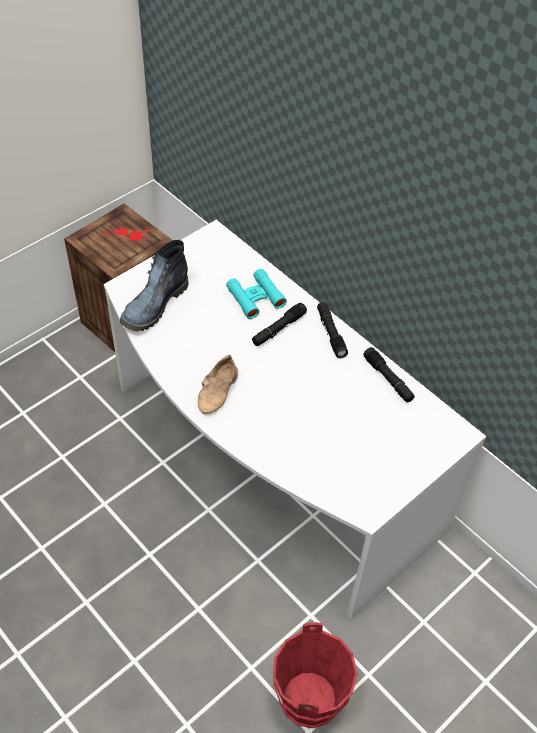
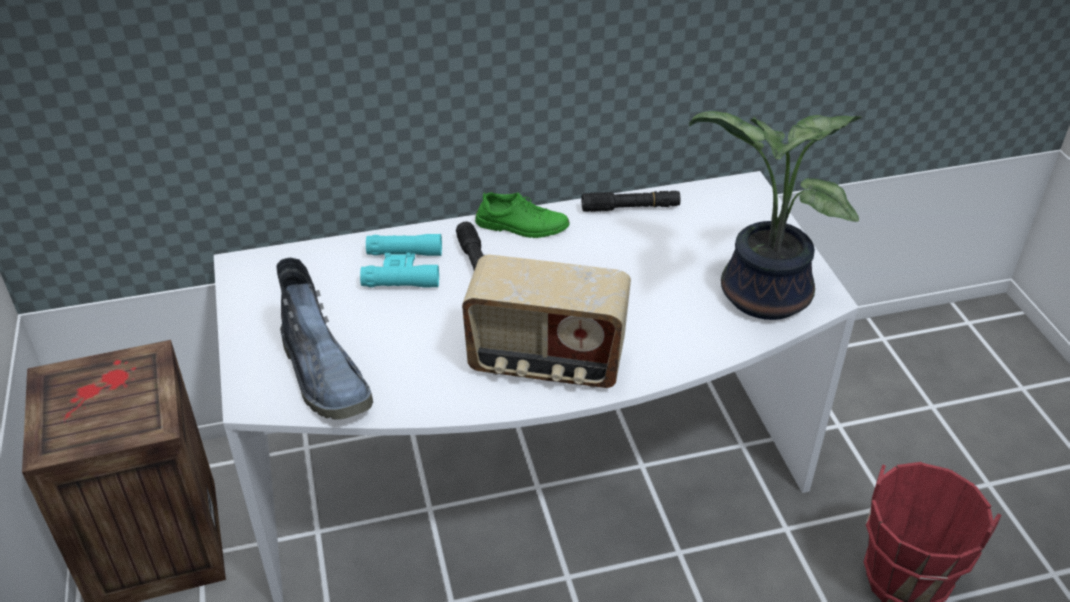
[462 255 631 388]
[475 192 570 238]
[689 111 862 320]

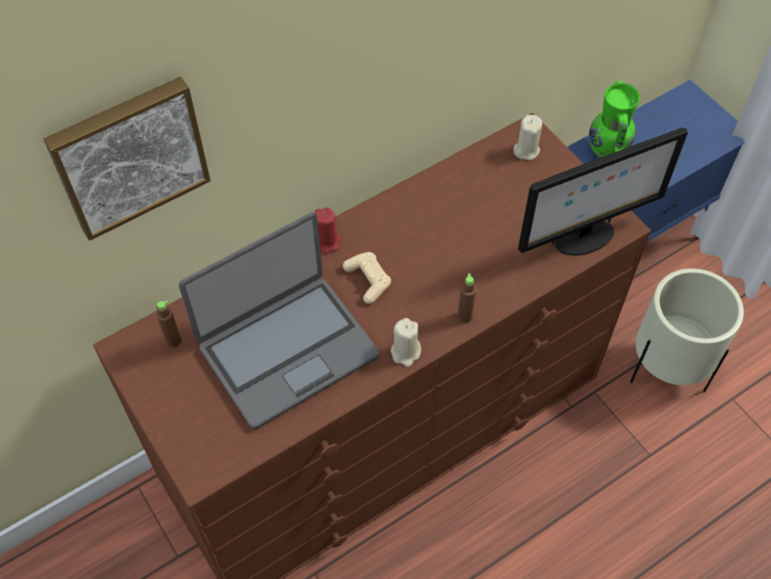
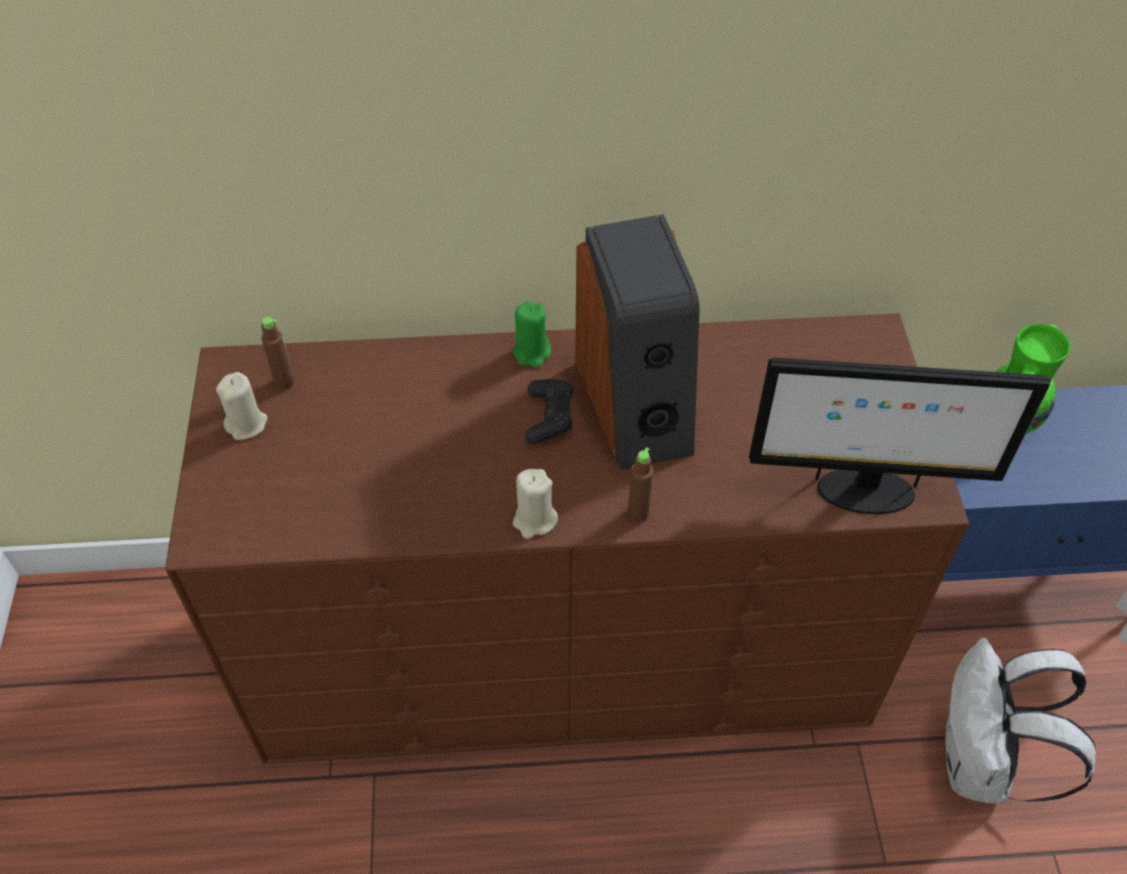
[44 77 211 241] (first image)
[179 212 379 429] (first image)
[513 301 551 368]
[525 379 573 444]
[216 372 268 440]
[946 638 1096 804]
[575 214 700 470]

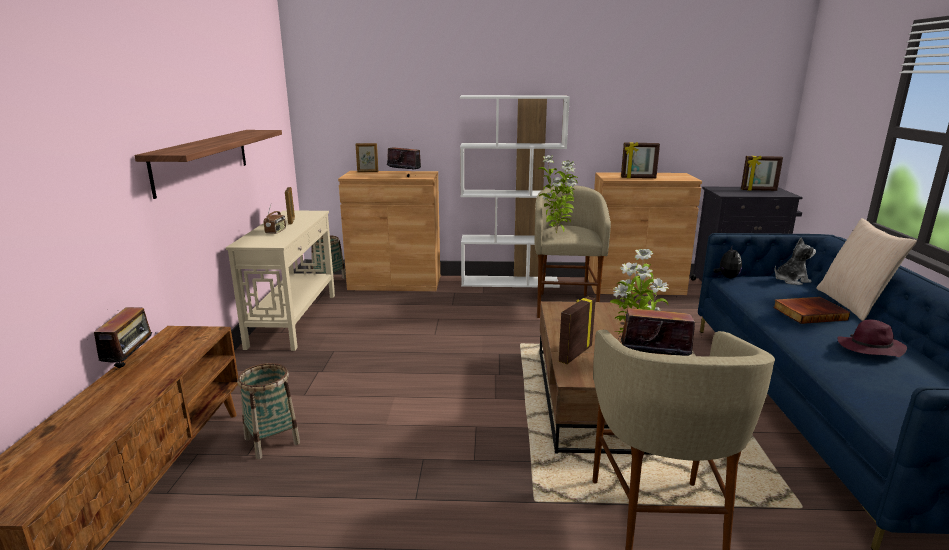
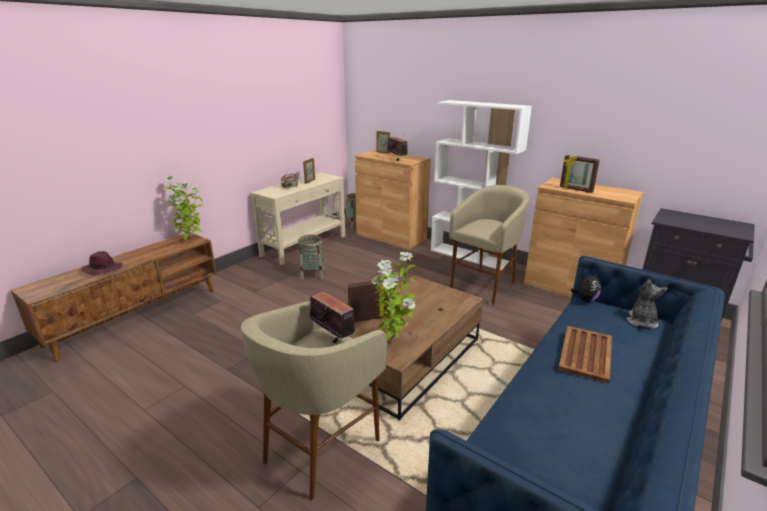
[87 307 152 372] (first image)
[134 130 282 199] (first image)
[298 235 325 279]
[165 175 203 240]
[741 155 783 191] (first image)
[558 326 612 383]
[627 279 667 329]
[816 218 917 321] (first image)
[81 251 123 276]

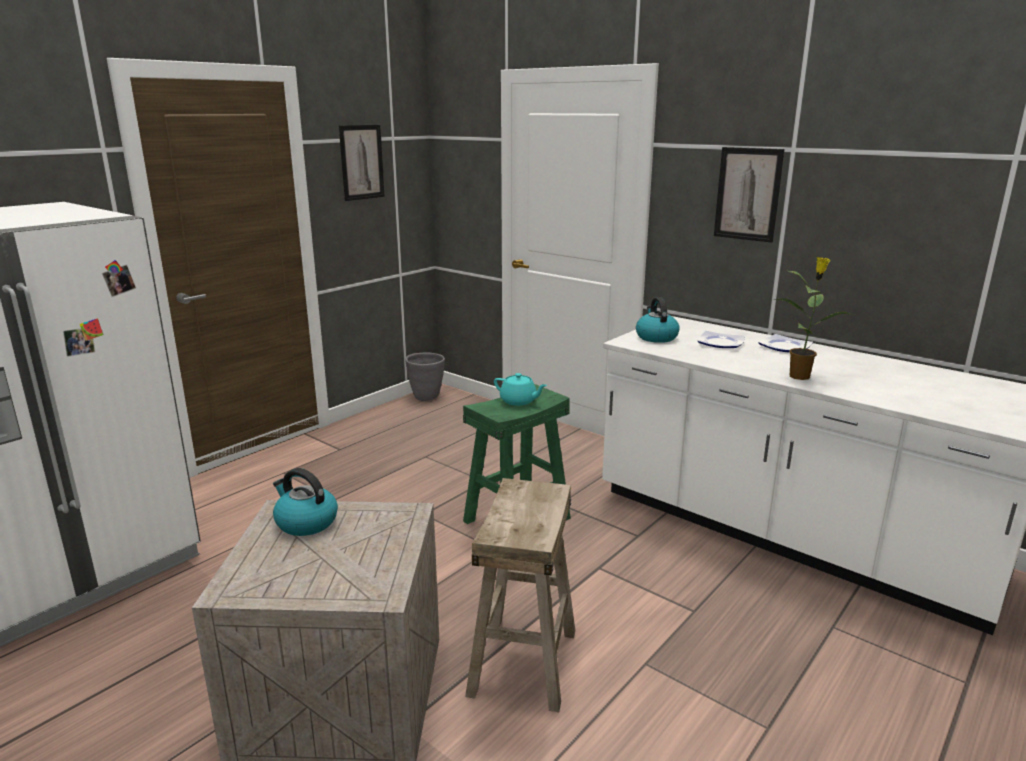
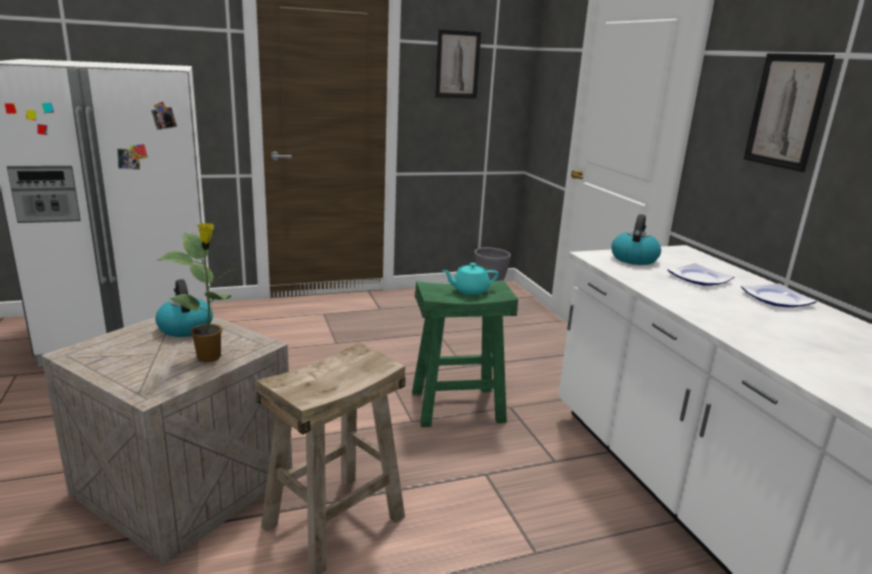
[442 263 498 295]
[158 223 240 362]

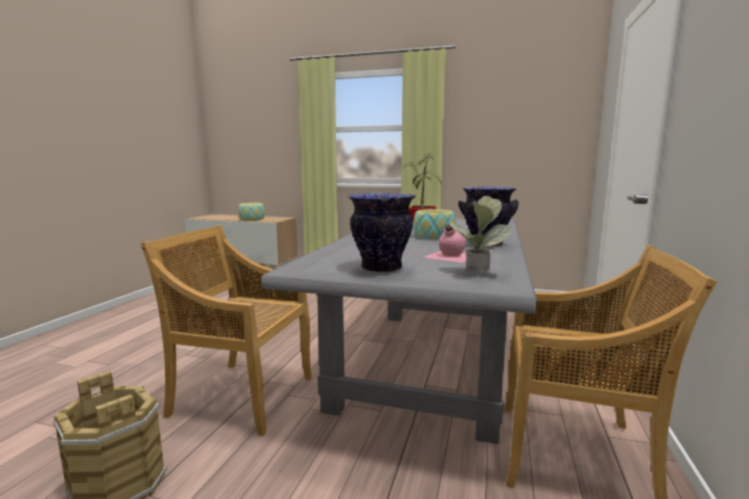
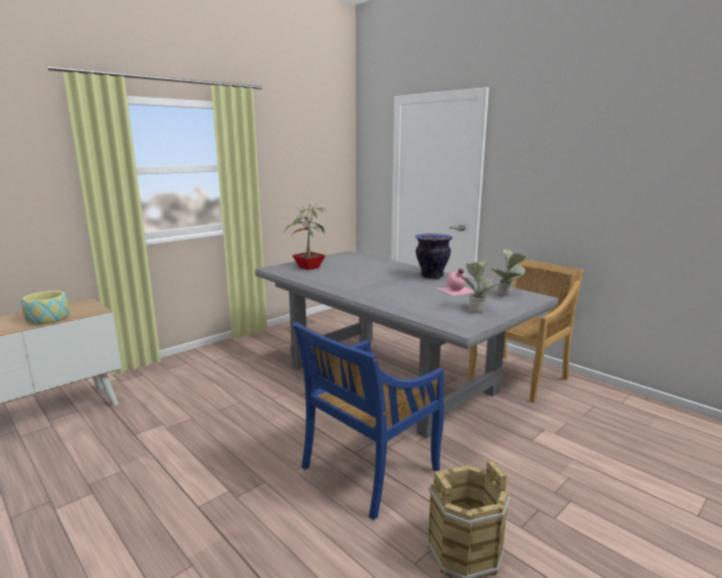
[293 322 444 520]
[461 260 500 313]
[413 209 455 240] (first image)

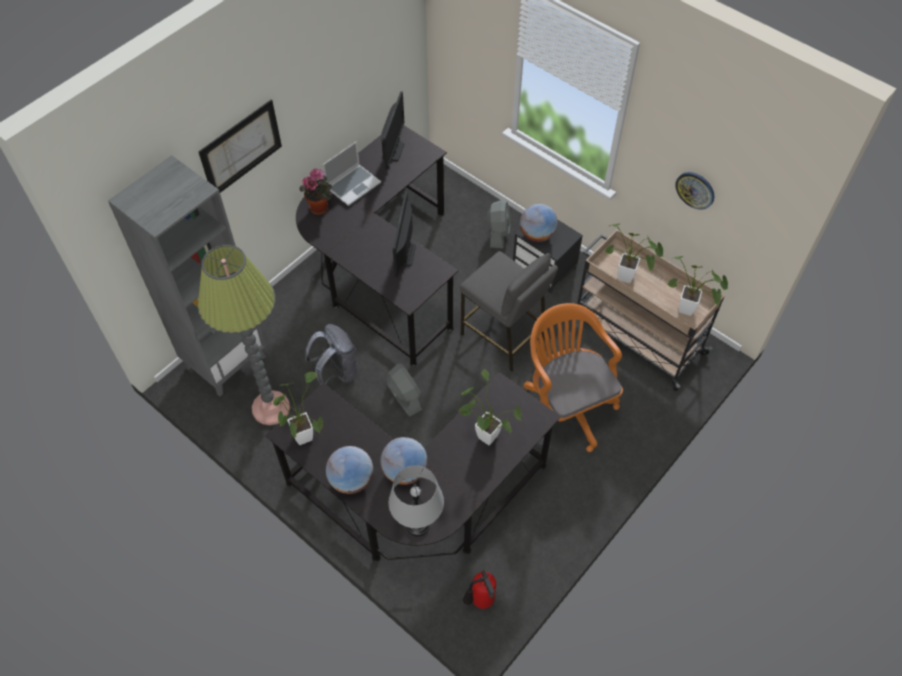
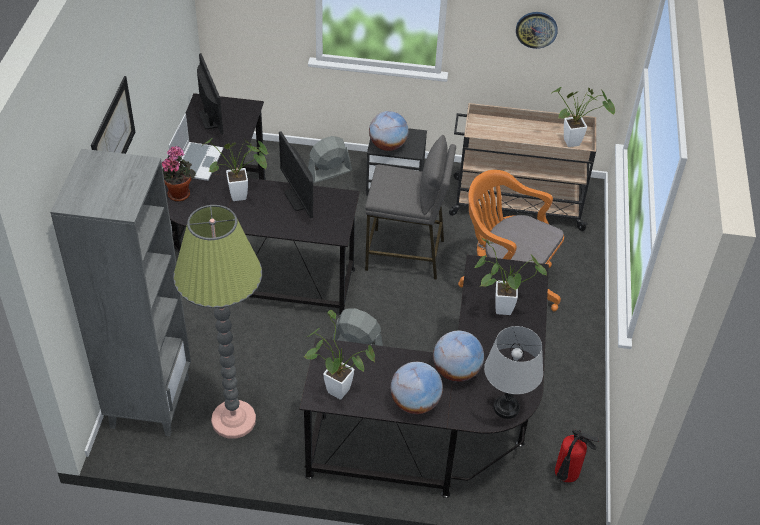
[305 324 357 385] (first image)
[308 136 352 183]
[202 138 268 201]

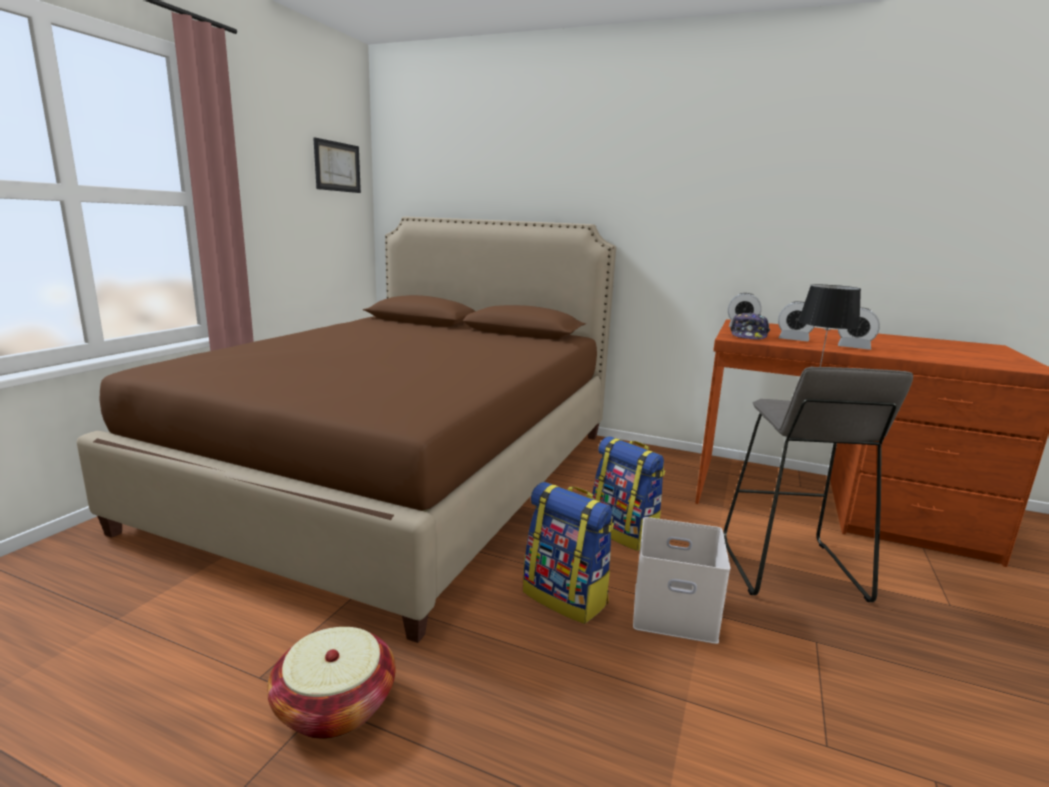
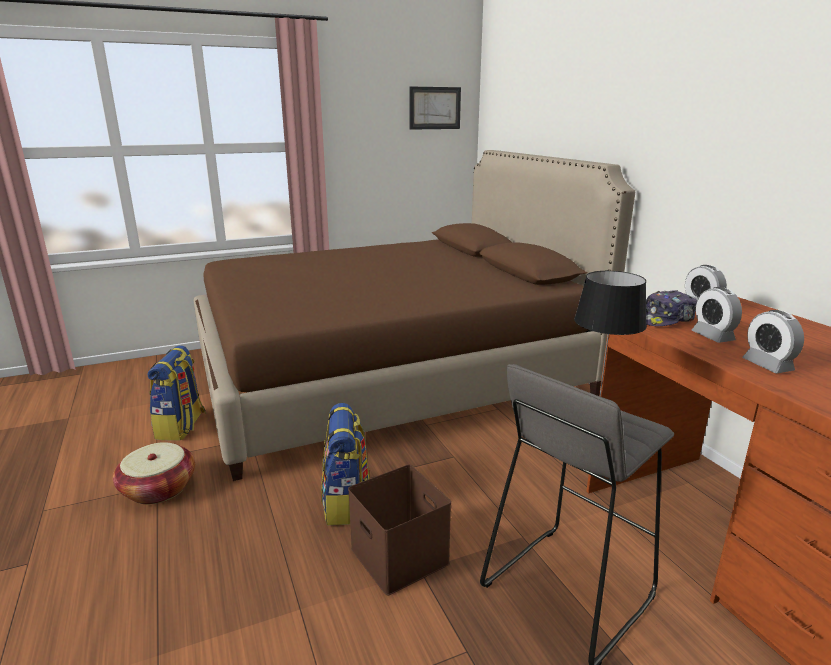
[148 345 206 440]
[348 464 451 595]

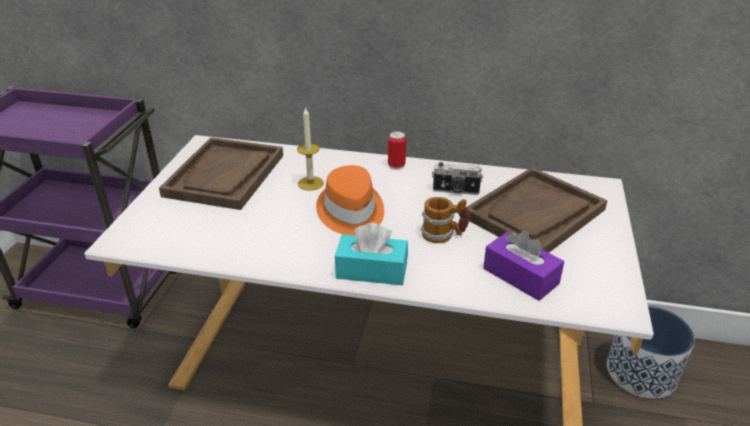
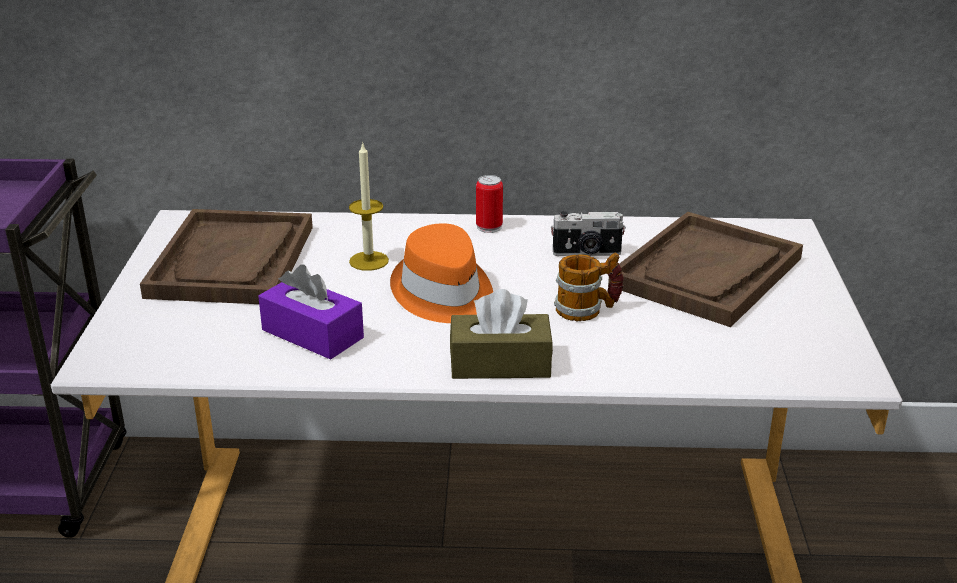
[450 289 553 379]
[258 265 364 360]
[607 306 695 399] (first image)

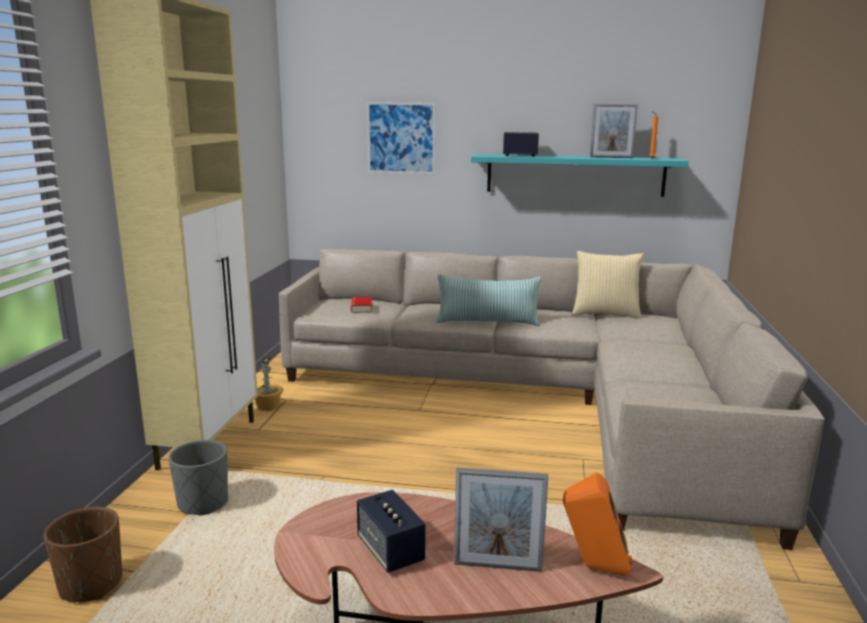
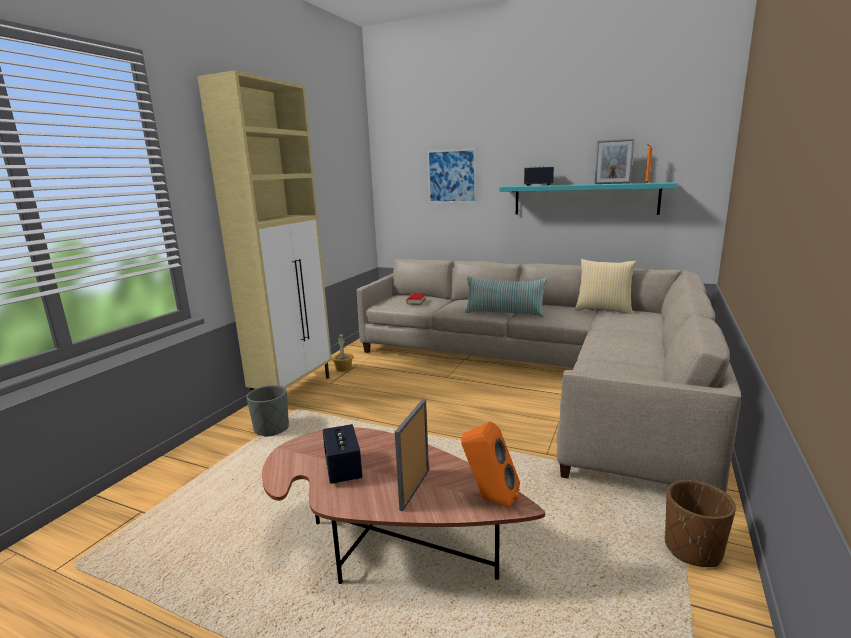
[665 480 736 567]
[395 399 429 511]

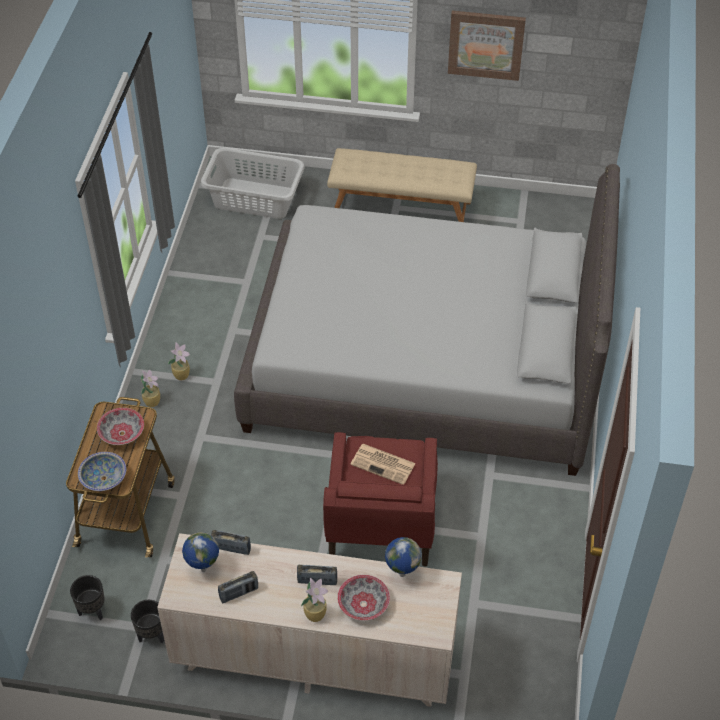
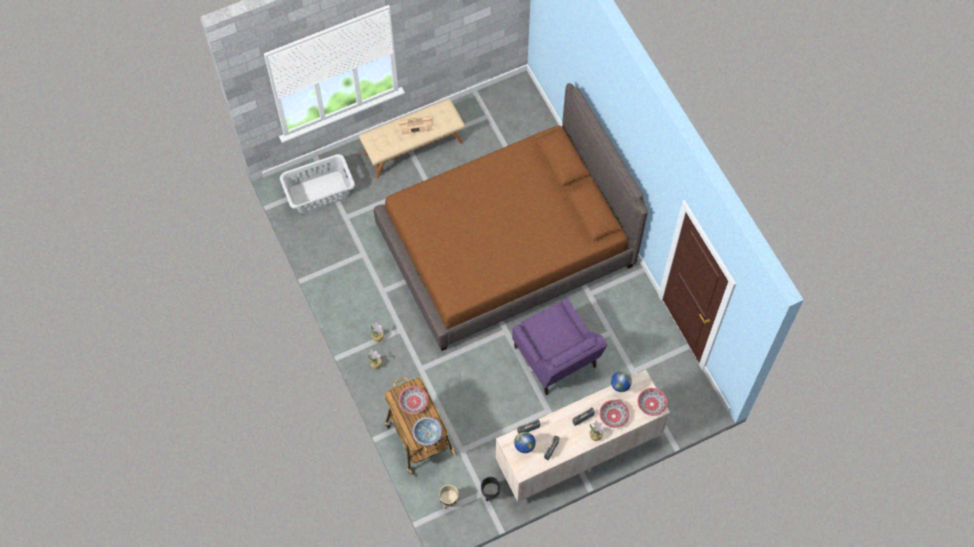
[439 485 459 509]
[374 83 648 351]
[512 298 607 395]
[398 116 433 135]
[448 11 526 81] (first image)
[637 388 667 416]

